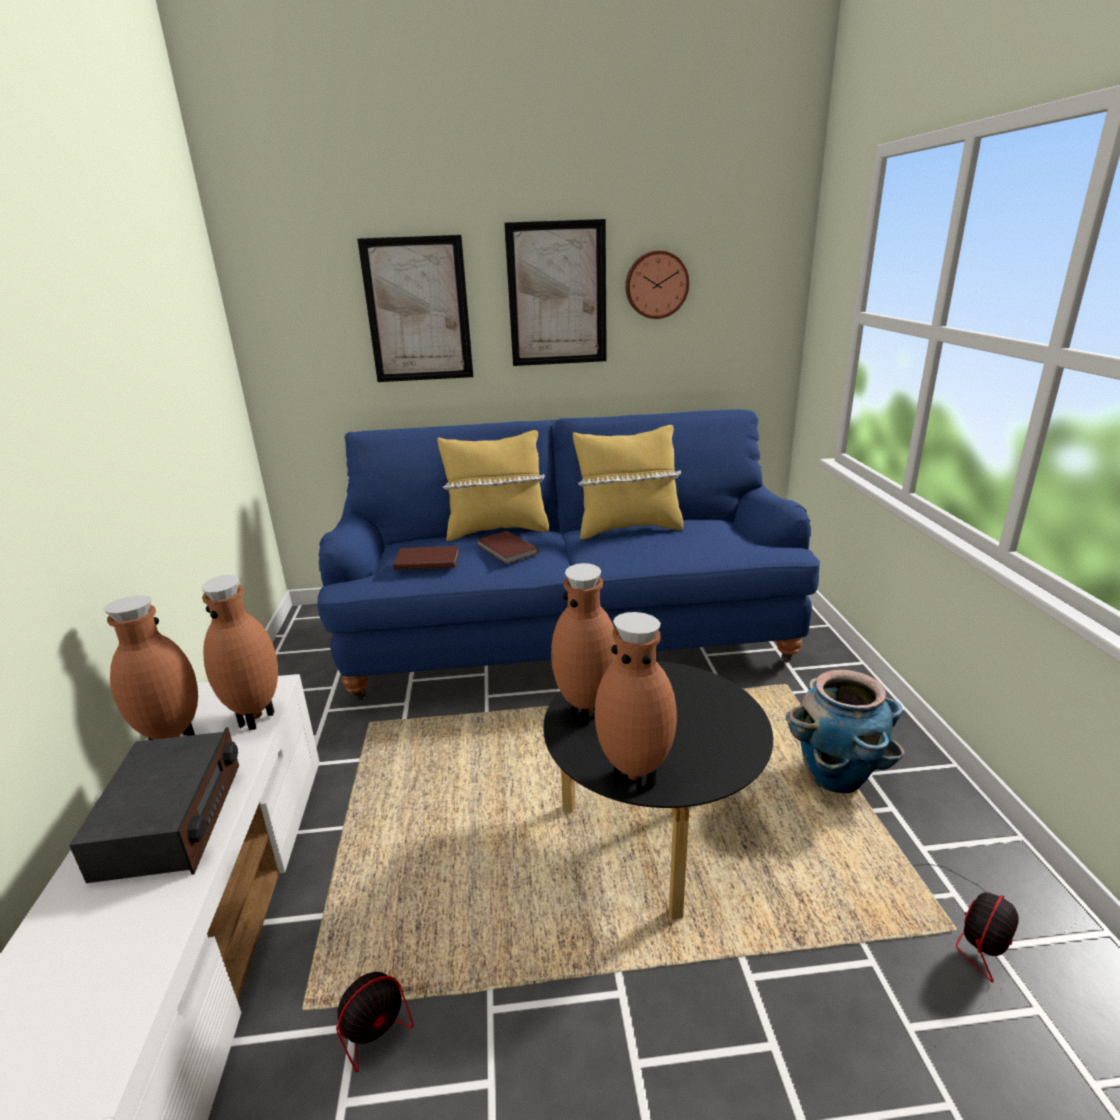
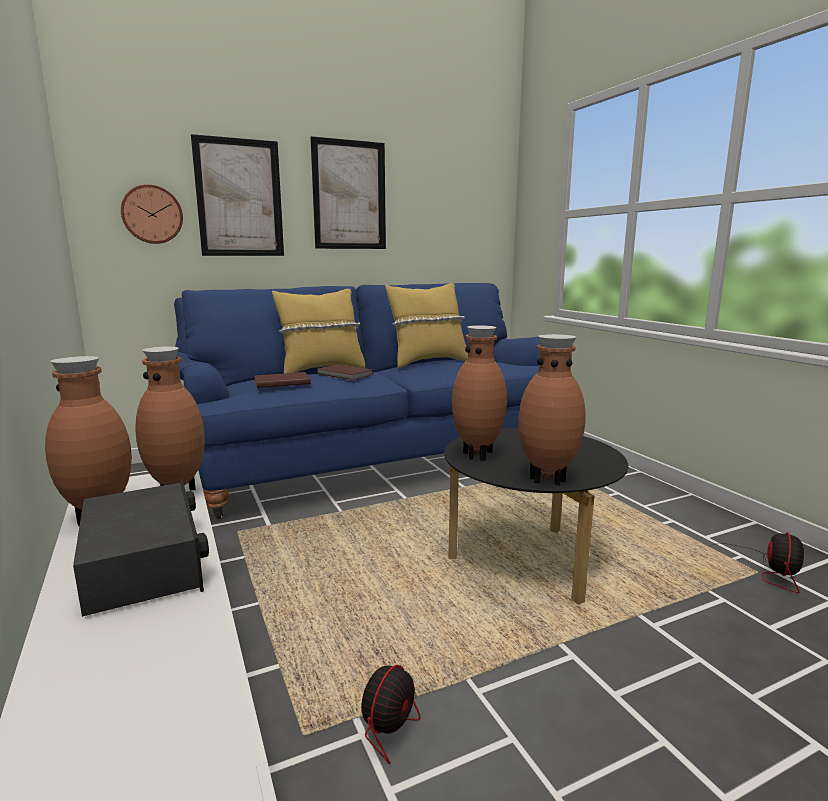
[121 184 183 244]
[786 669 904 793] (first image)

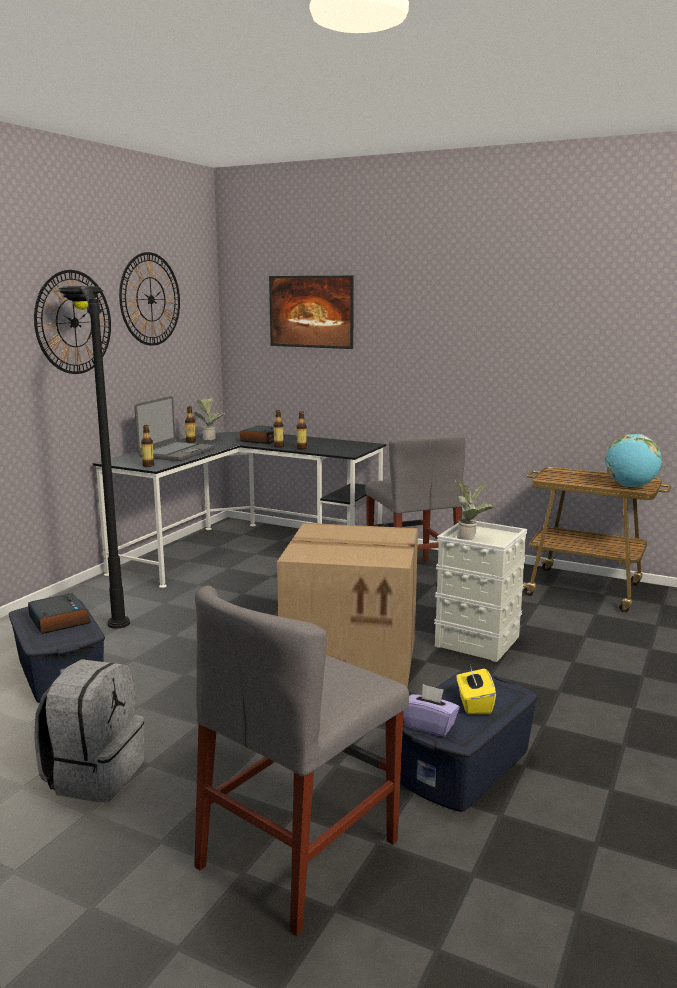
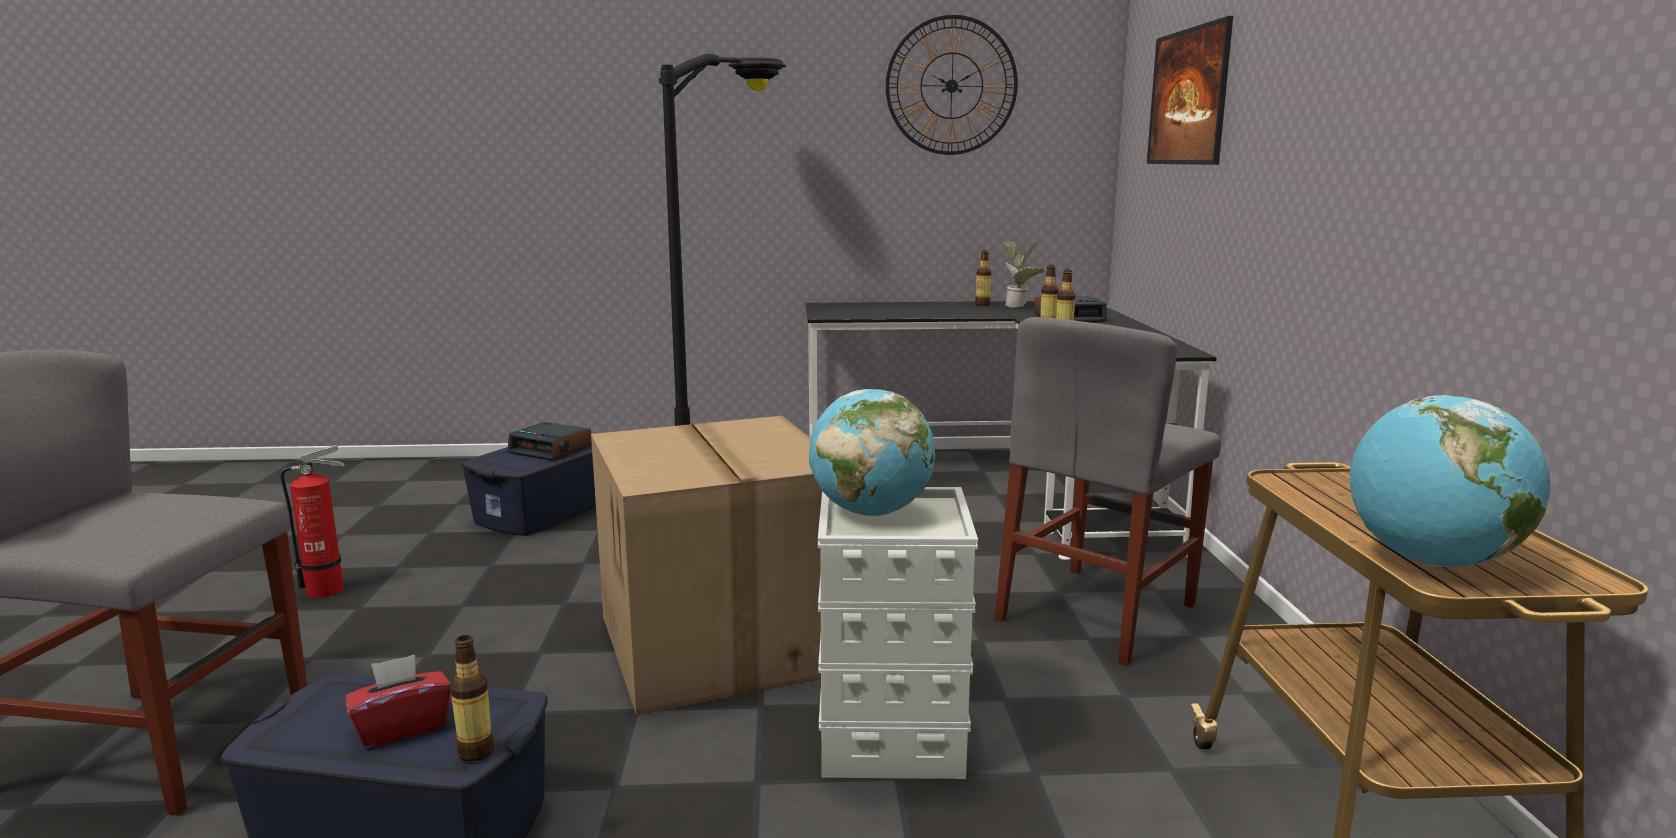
[508 422 592 461]
[34 270 111 374] (first image)
[281 445 345 598]
[134 396 215 461] (first image)
[450 635 494 762]
[403 684 460 736] (first image)
[809 389 935 516]
[345 654 451 748]

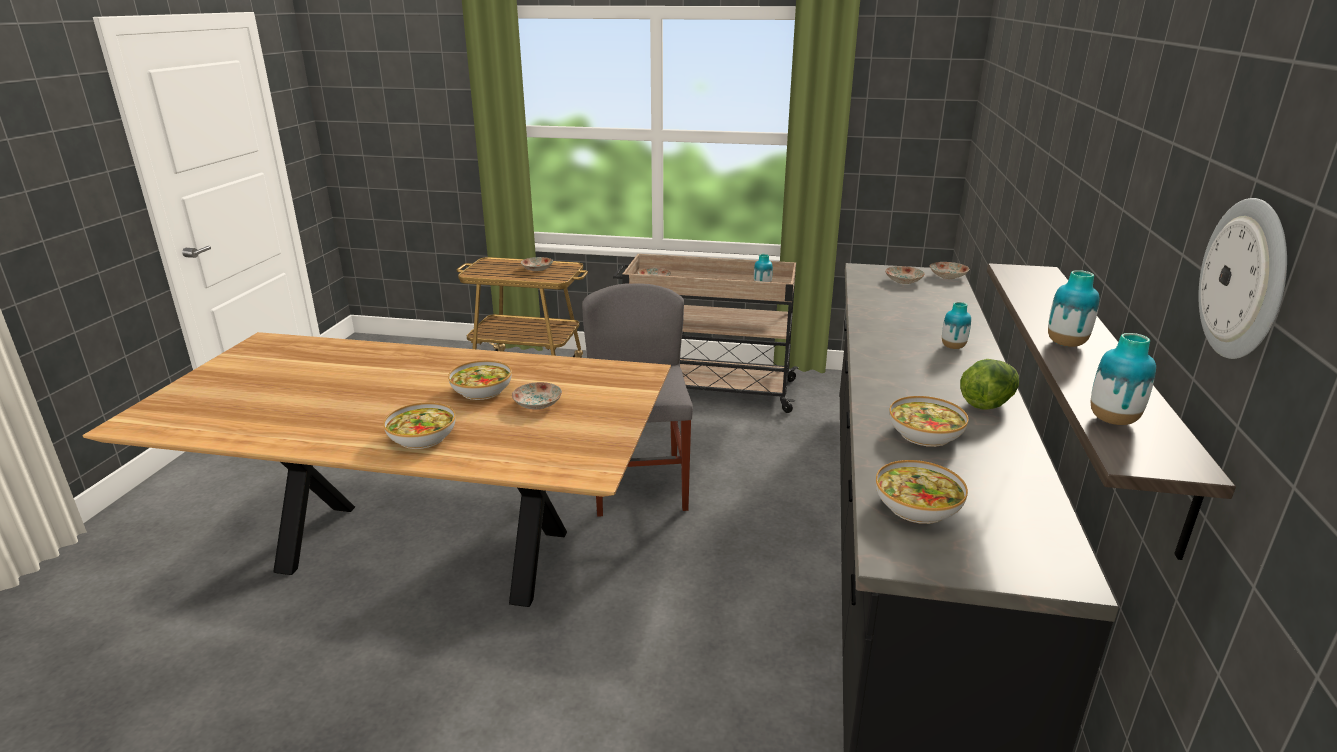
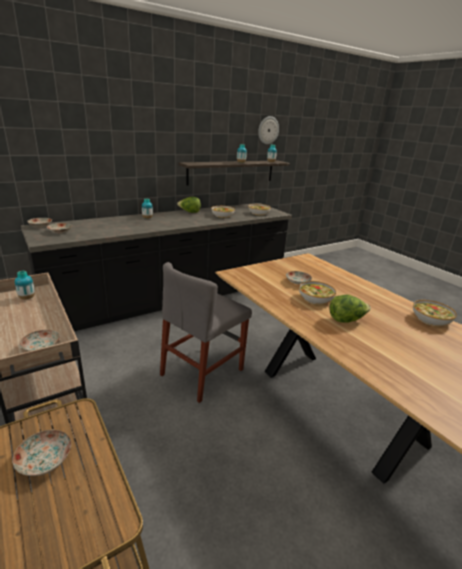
[413 300 457 326]
[329 295 371 323]

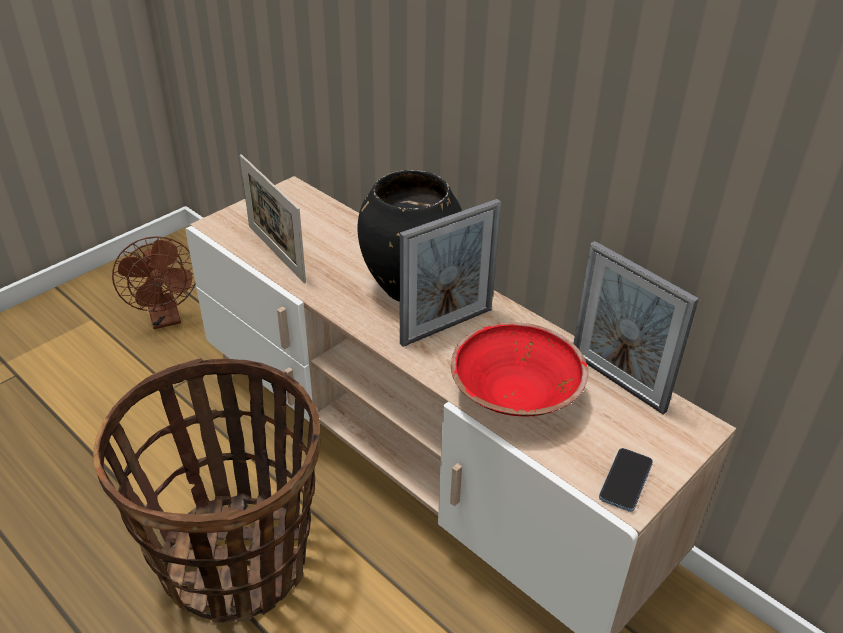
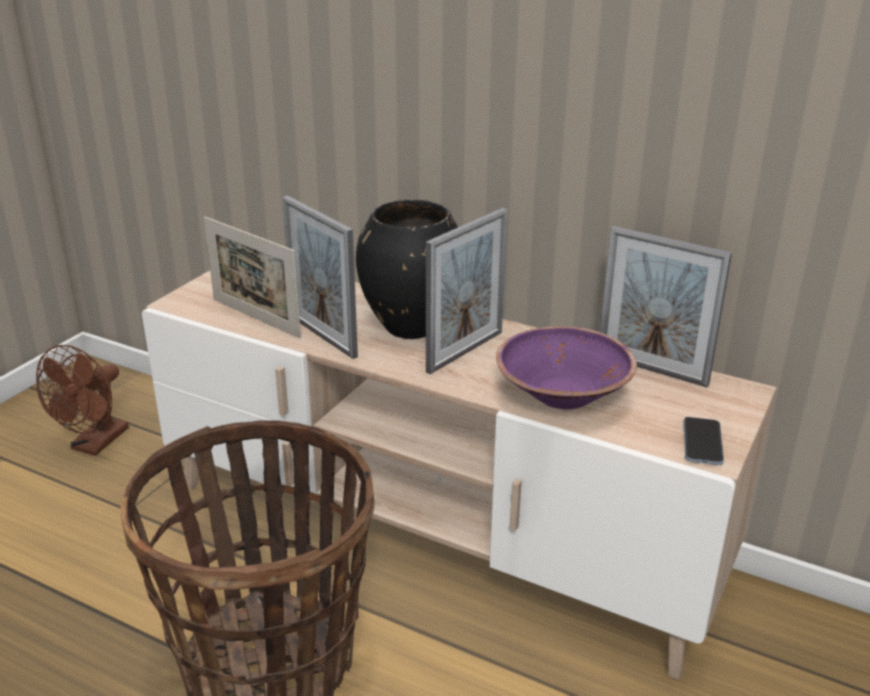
[36 345 129 456]
[496 326 637 409]
[283 196 358 359]

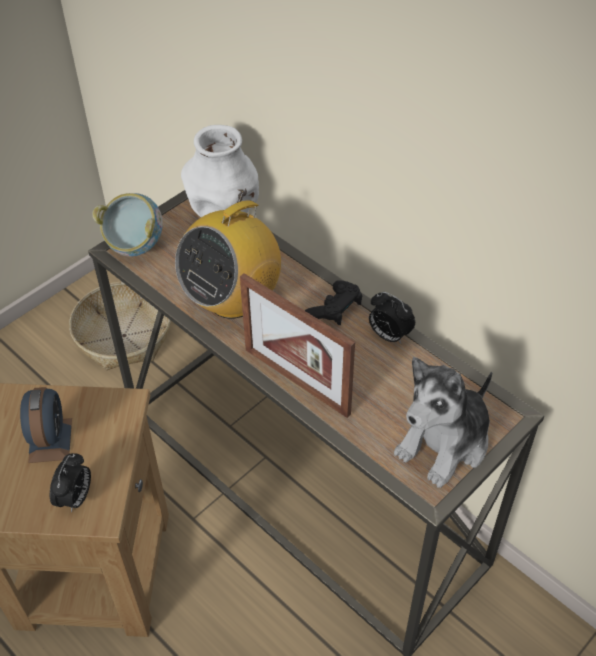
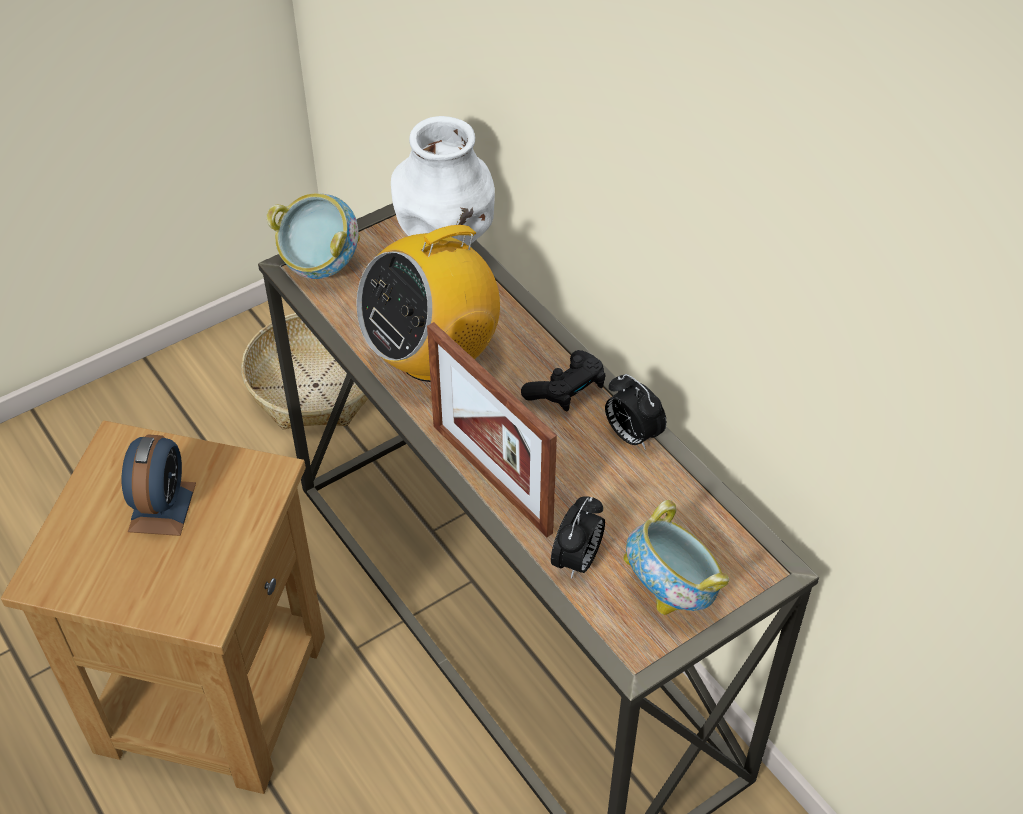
[551 496 605 579]
[623 500 729 615]

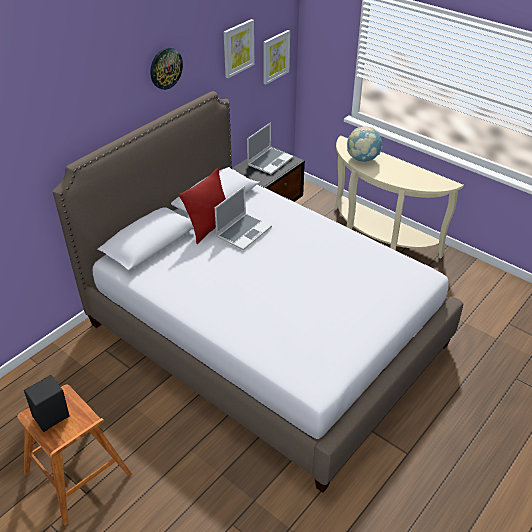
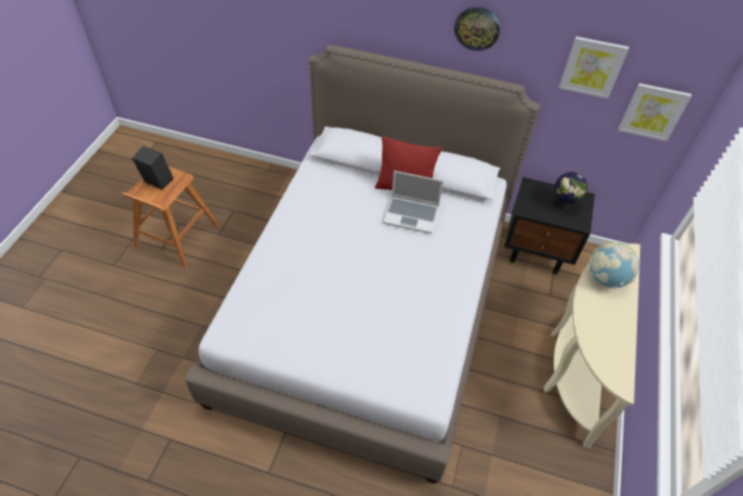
[551 172 588 209]

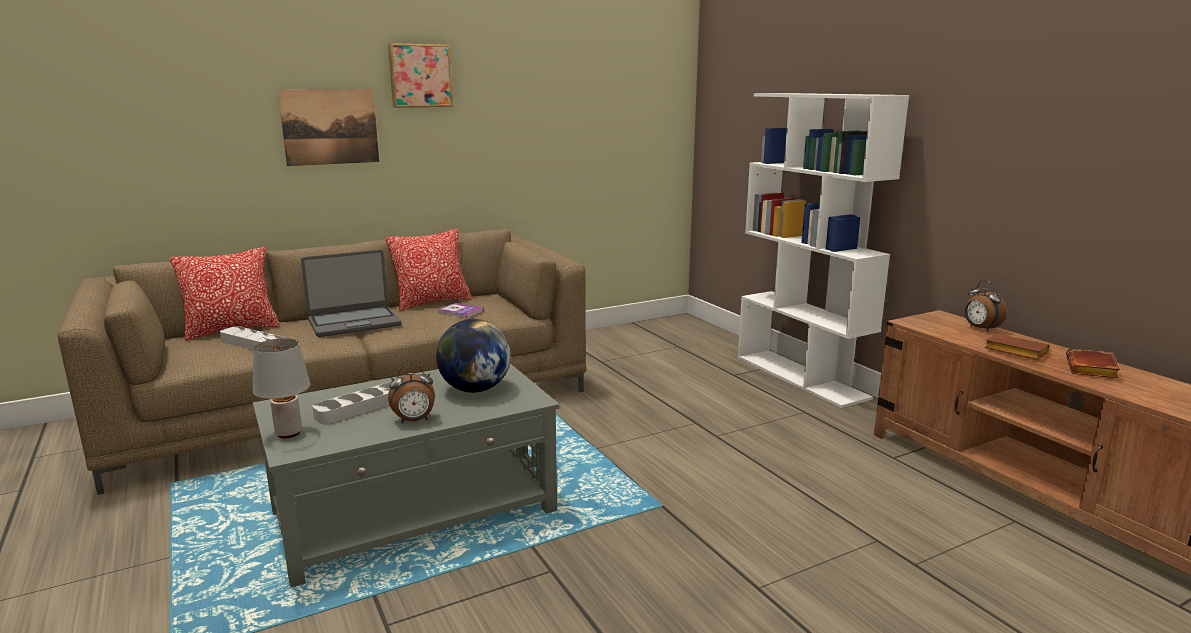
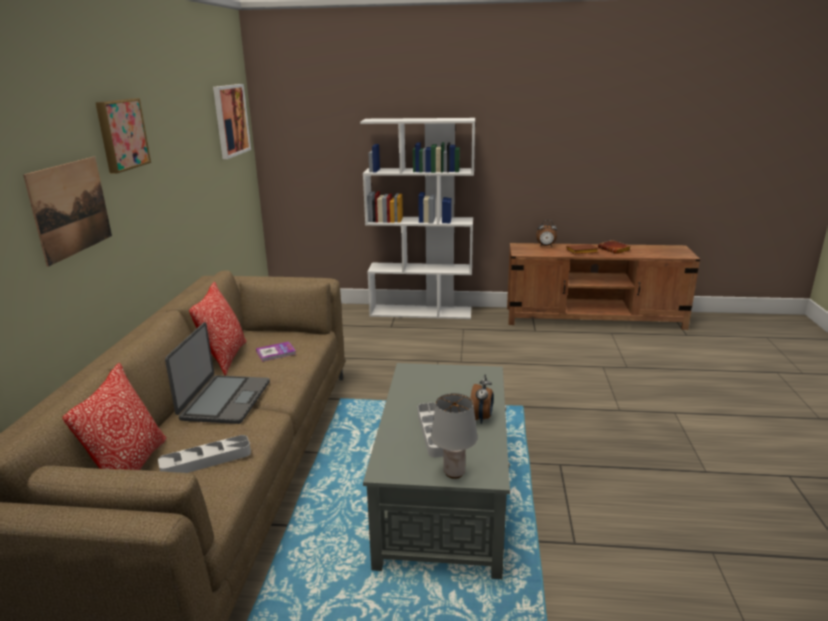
[436 319 511 393] (first image)
[213 84 251 159]

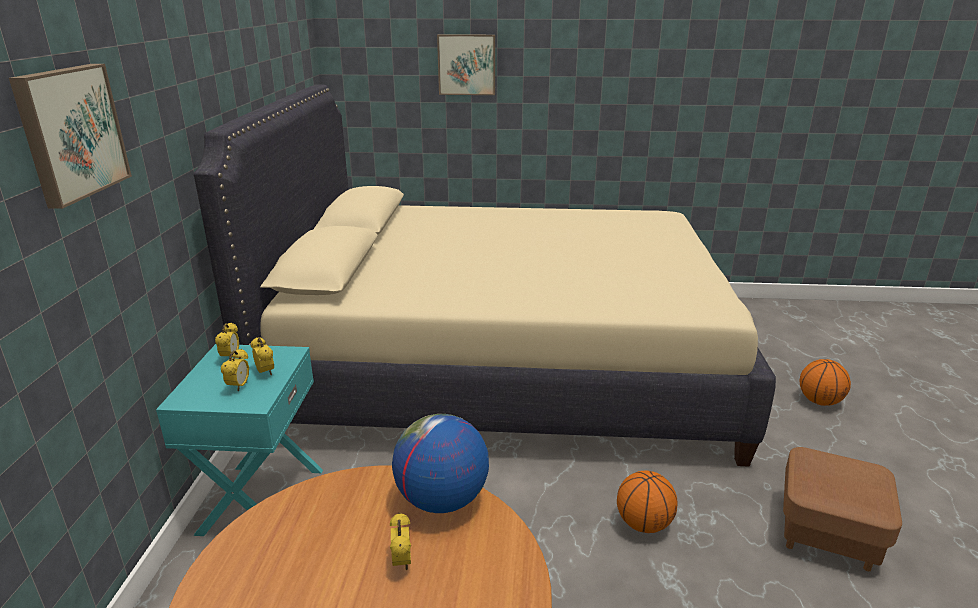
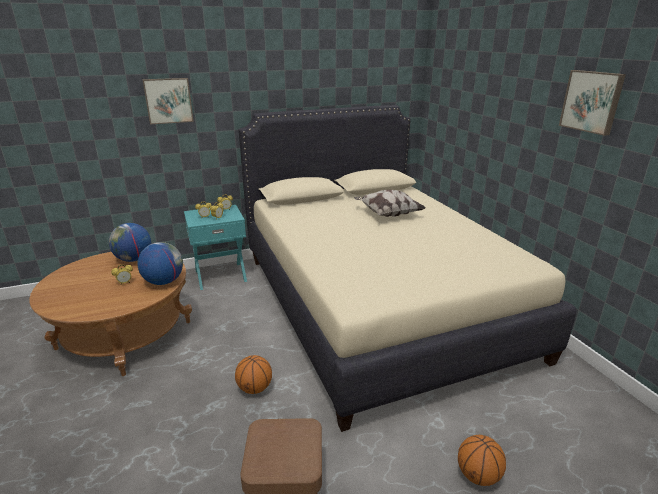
[559 70 626 136]
[109 223 151 262]
[354 190 426 217]

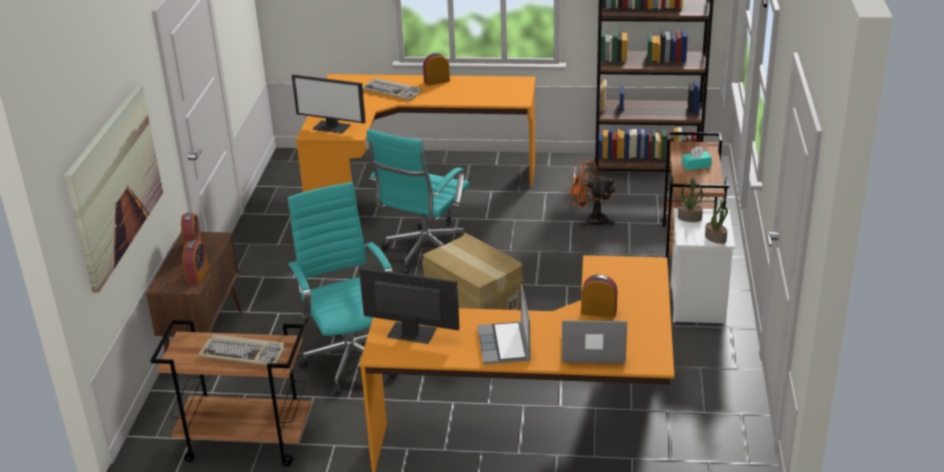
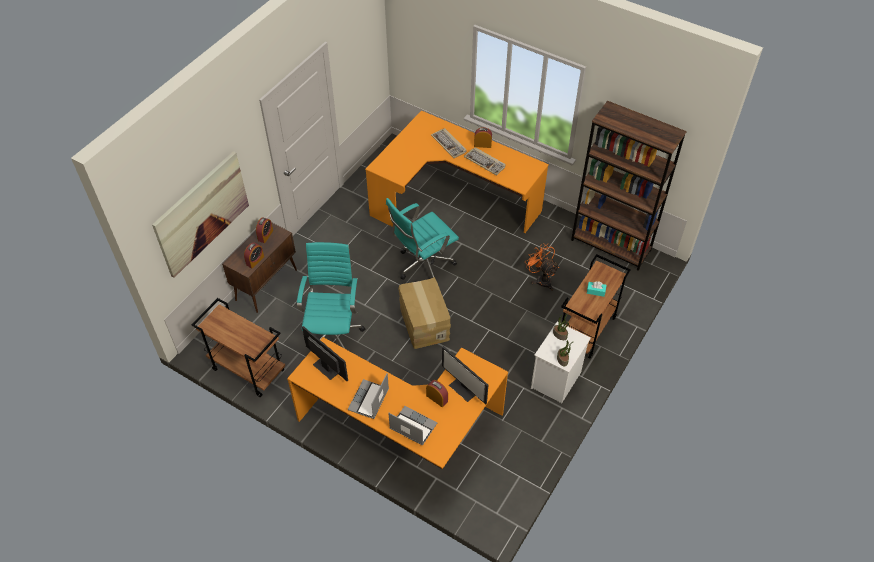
[464 147 506 176]
[442 346 488 404]

